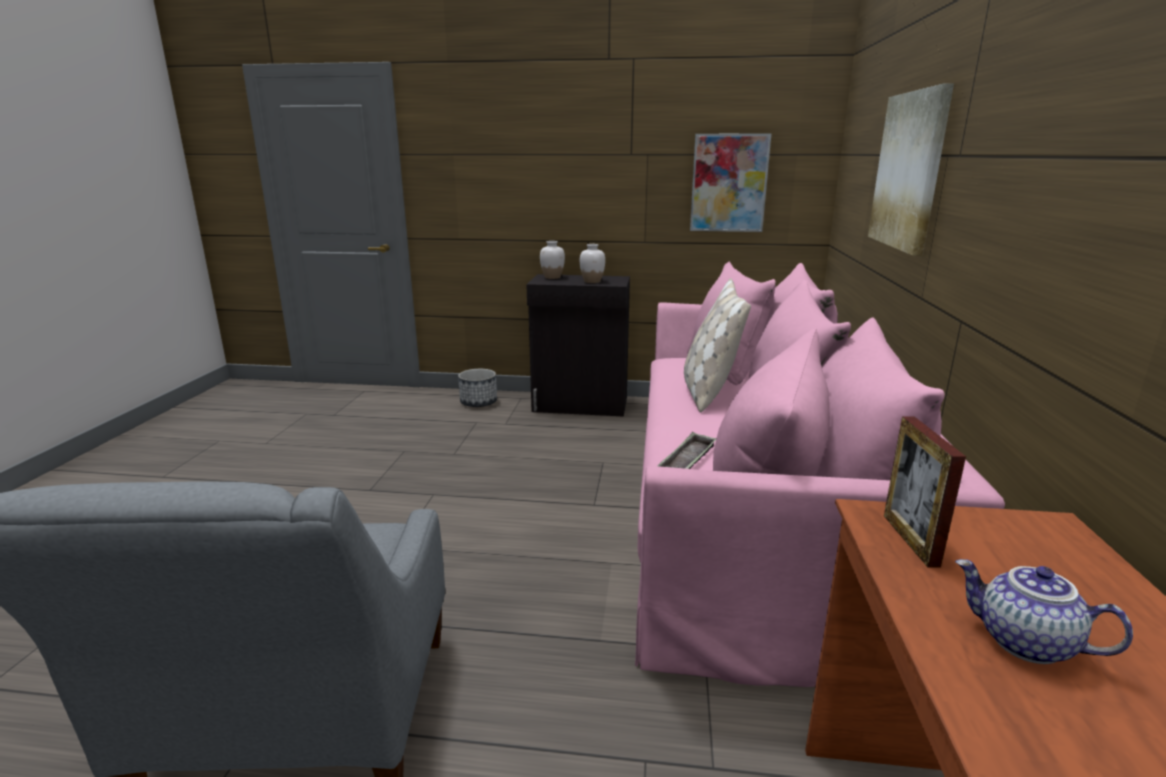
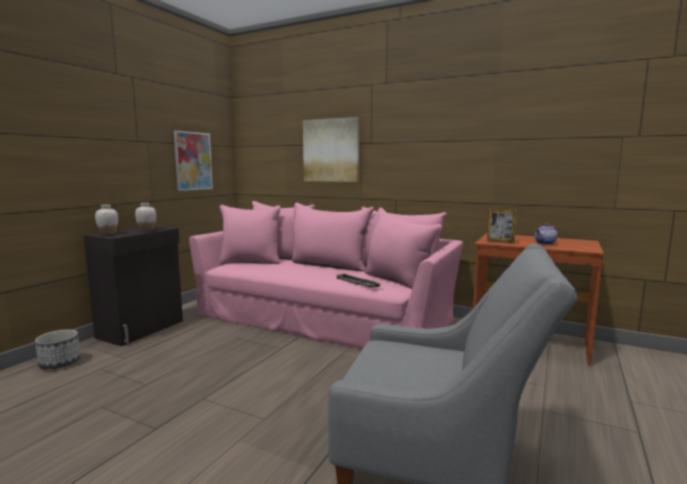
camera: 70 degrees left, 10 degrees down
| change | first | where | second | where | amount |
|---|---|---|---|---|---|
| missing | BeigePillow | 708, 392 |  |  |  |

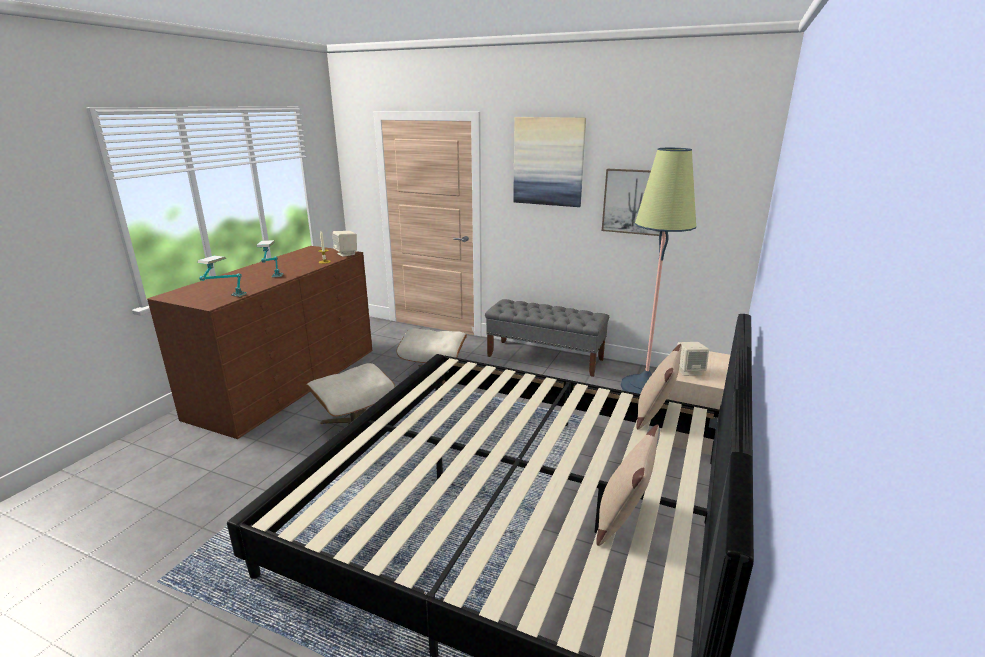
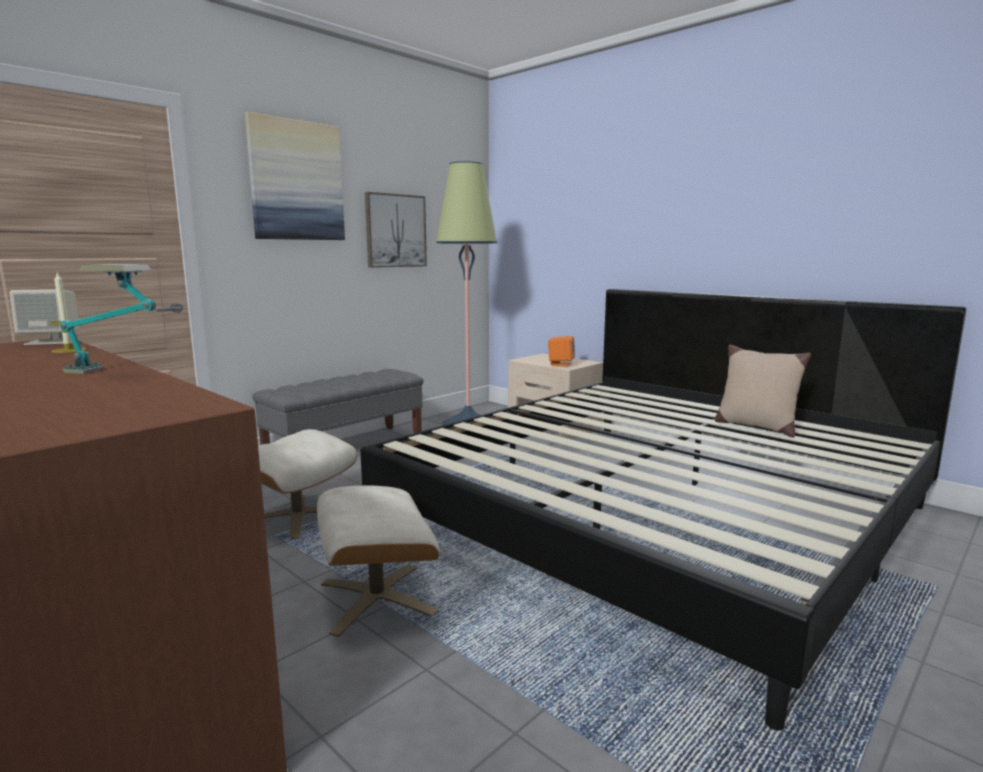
camera: 70 degrees left, 10 degrees down
| change | first | where | second | where | amount |
|---|---|---|---|---|---|
| missing | TableLamp | 226, 300 |  |  |  |
| colour | BeigeSpeaker | 689, 371 | OrangeSpeaker | 561, 364 |  |
| missing | BeigePillow | 654, 414 |  |  |  |

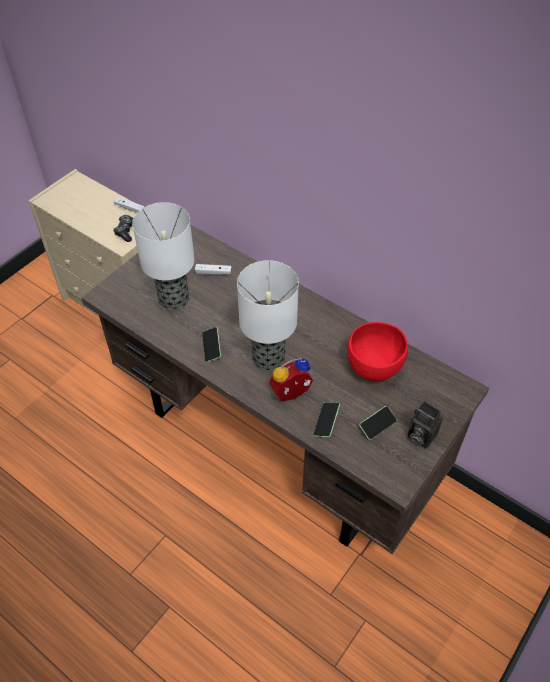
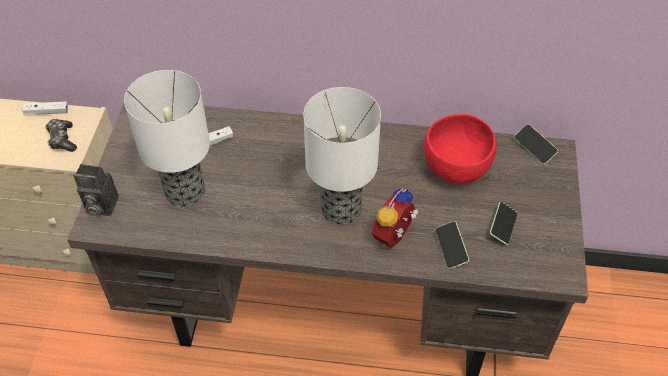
camera: 30 degrees left, 0 degrees up
| change | first | where | second | where | amount |
|---|---|---|---|---|---|
| relocated | Phone | 211, 347 |  | 534, 148 |  |
| relocated | PhotoCamera | 419, 436 |  | 100, 206 |  |

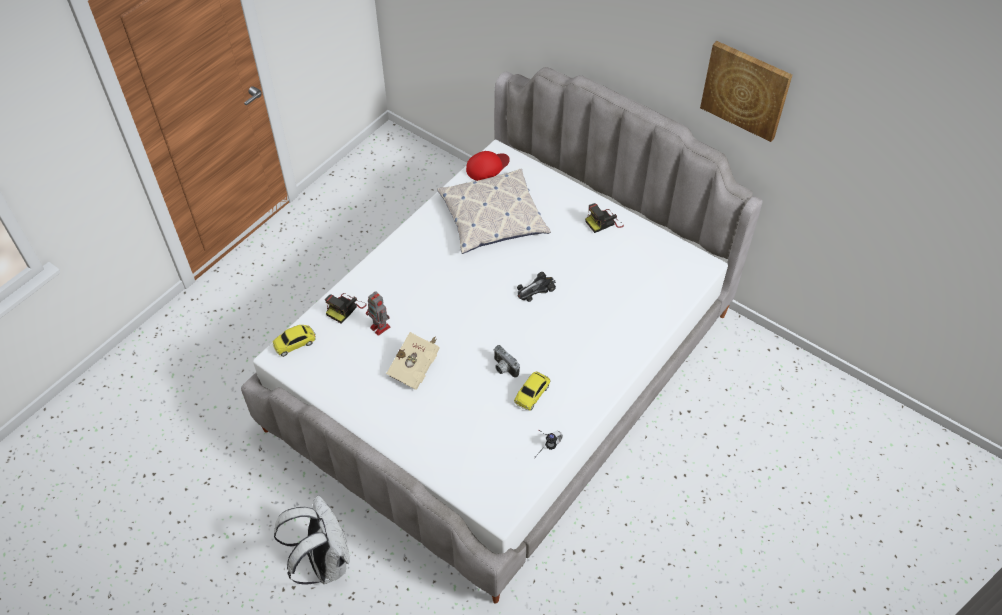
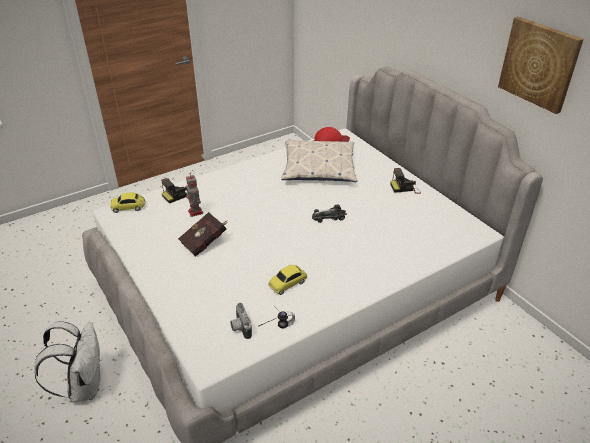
camera: 20 degrees right, 15 degrees down
| change | first | where | second | where | amount |
|---|---|---|---|---|---|
| colour | BeigeBook | 416, 367 | RedBook | 205, 242 |  |
| relocated | PhotoCamera | 503, 368 |  | 240, 328 |  |

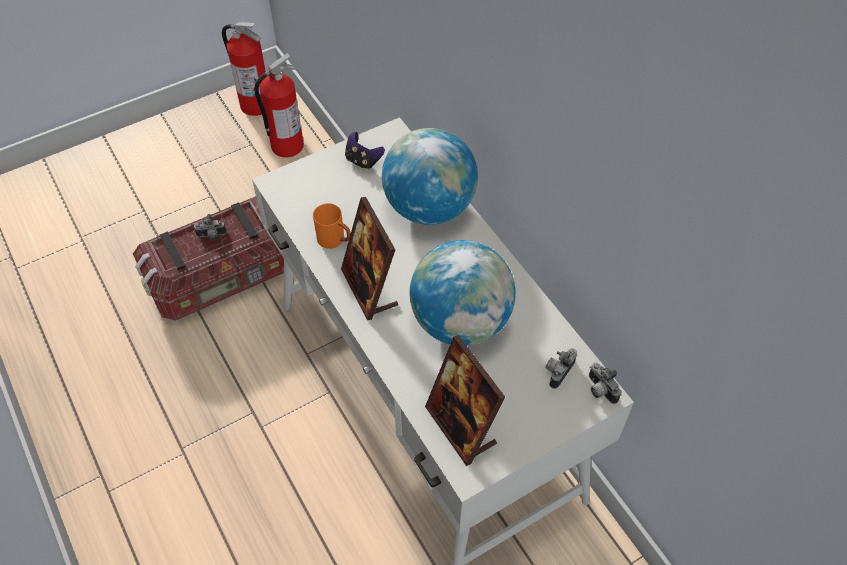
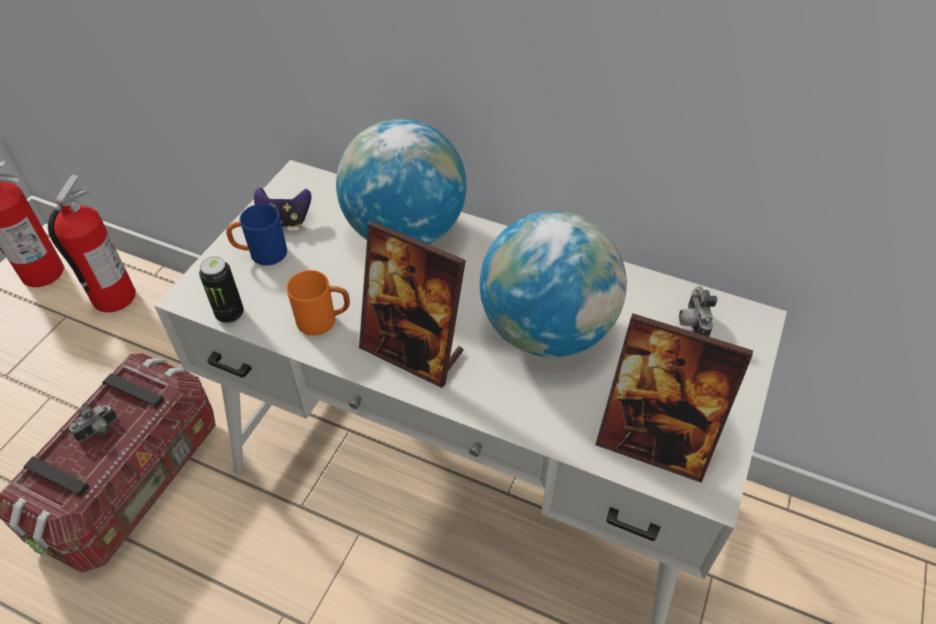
camera: 35 degrees left, 5 degrees down
| change | first | where | second | where | amount |
|---|---|---|---|---|---|
| missing | PhotoCamera | 599, 390 |  |  |  |
| appeared |  |  | BlueMug | 261, 254 |  |
| appeared |  |  | Can | 230, 314 |  |

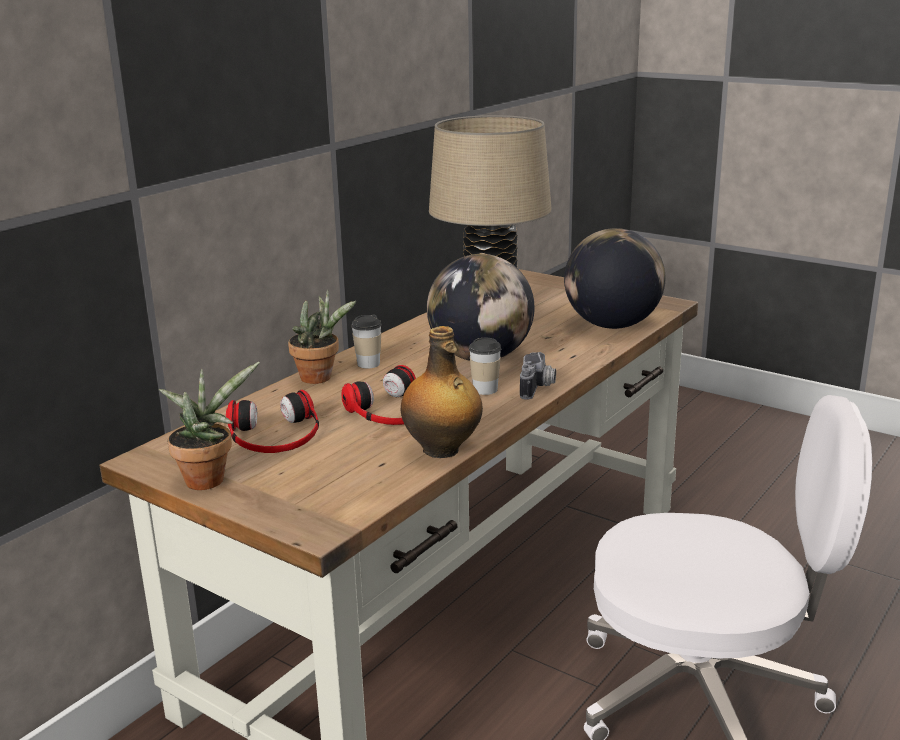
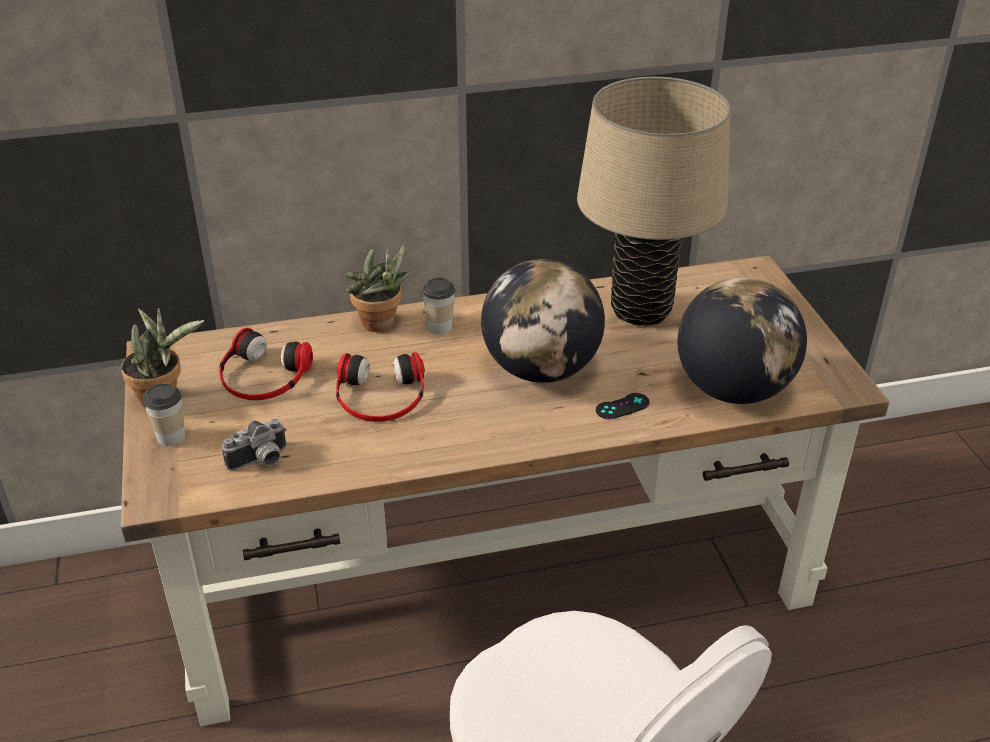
camera: 40 degrees right, 15 degrees up
| change | first | where | second | where | amount |
|---|---|---|---|---|---|
| missing | Bottle | 442, 450 |  |  |  |
| relocated | Cup | 485, 389 |  | 171, 437 |  |
| relocated | PhotoCamera | 538, 389 |  | 260, 461 |  |
| appeared |  |  | BlackGameController | 622, 406 |  |

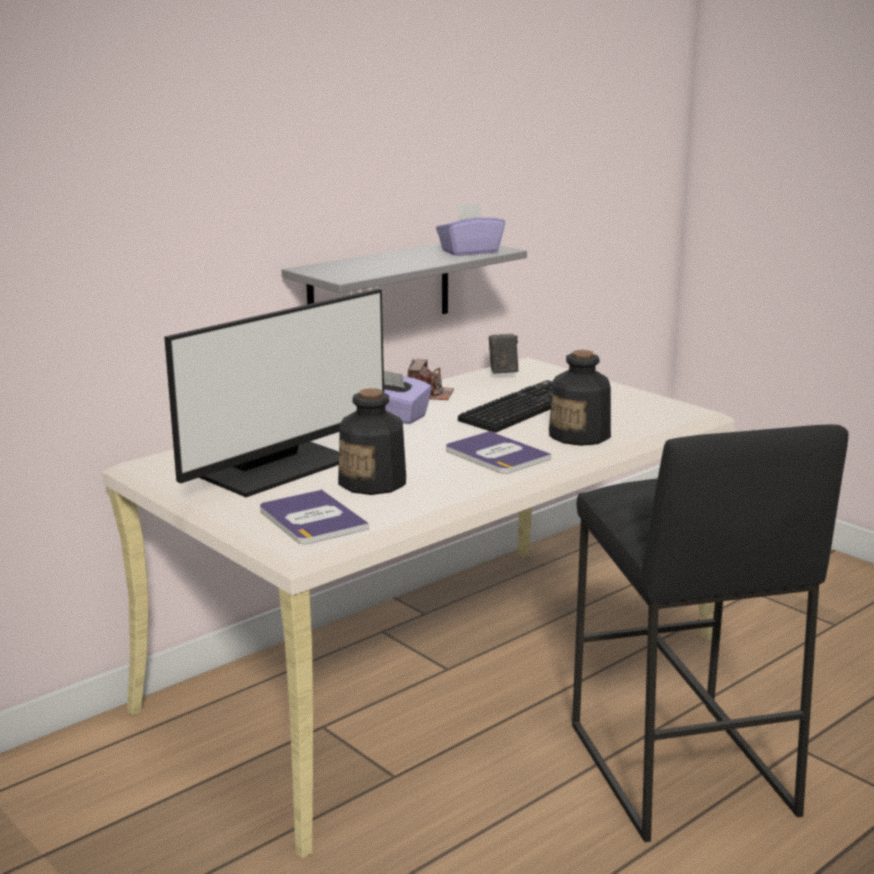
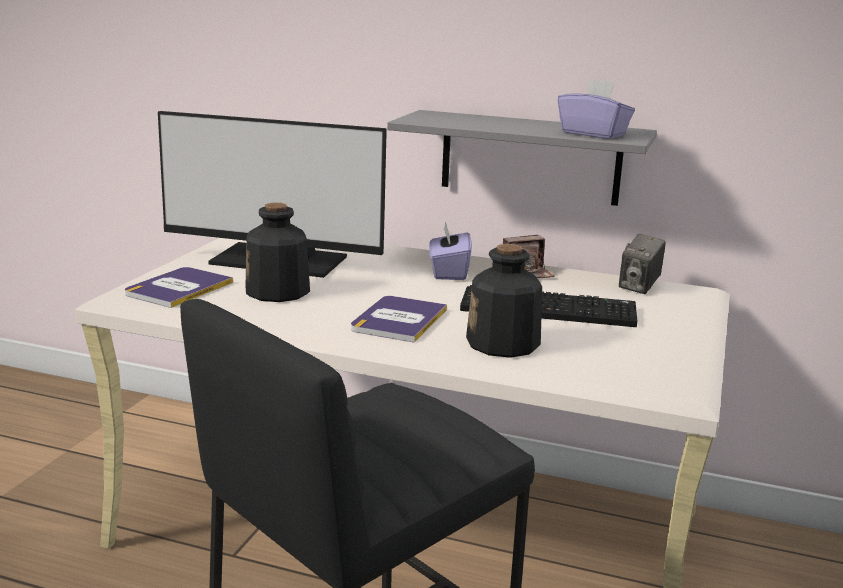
camera: 60 degrees right, 0 degrees up
| change | first | where | second | where | amount |
|---|---|---|---|---|---|
| spun | PhotoCamera | 502, 374 |  | 639, 287 | 150 degrees clockwise |

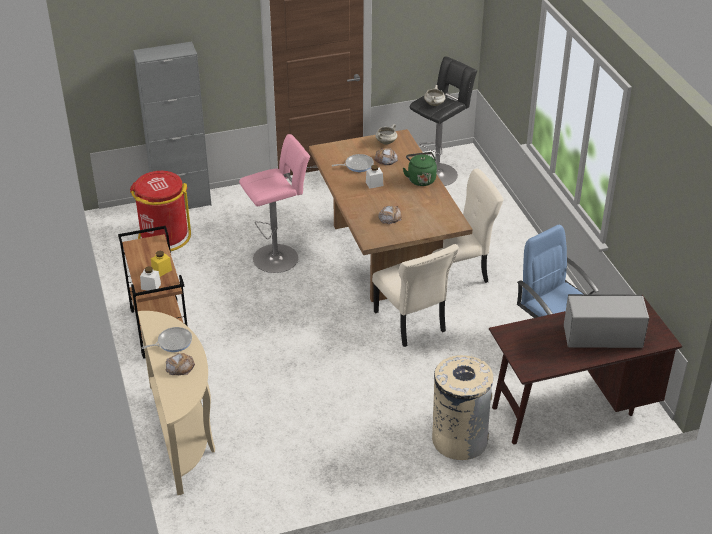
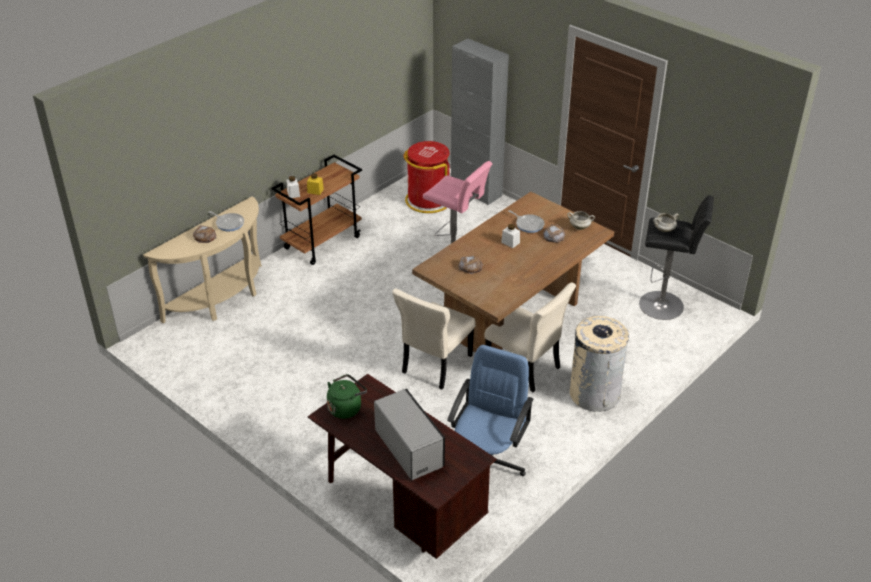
camera: 60 degrees right, 0 degrees up
| change | first | where | second | where | amount |
|---|---|---|---|---|---|
| relocated | GreenKettle | 420, 179 |  | 346, 408 |  |
| relocated | BeigeTrashCan | 459, 439 |  | 594, 393 |  |

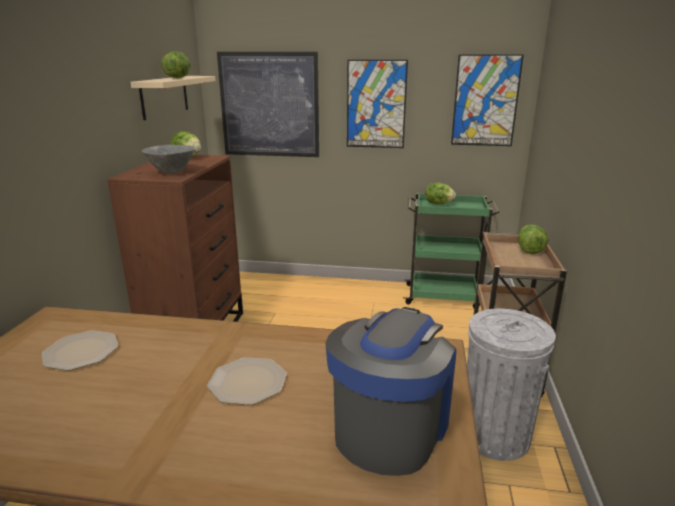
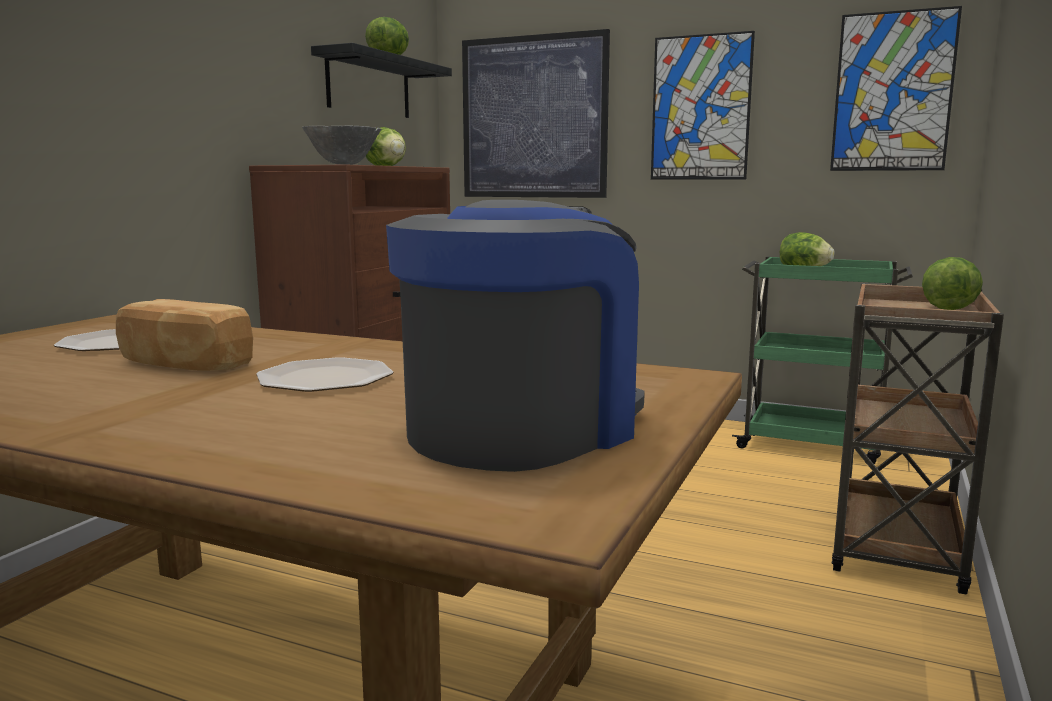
camera: 15 degrees right, 10 degrees down
| change | first | where | second | where | amount |
|---|---|---|---|---|---|
| colour | BeigeShelf | 164, 96 | BlackShelf | 369, 86 |  |
| missing | GreyTrashCan | 495, 435 |  |  |  |
| appeared |  |  | Bread | 184, 364 |  |

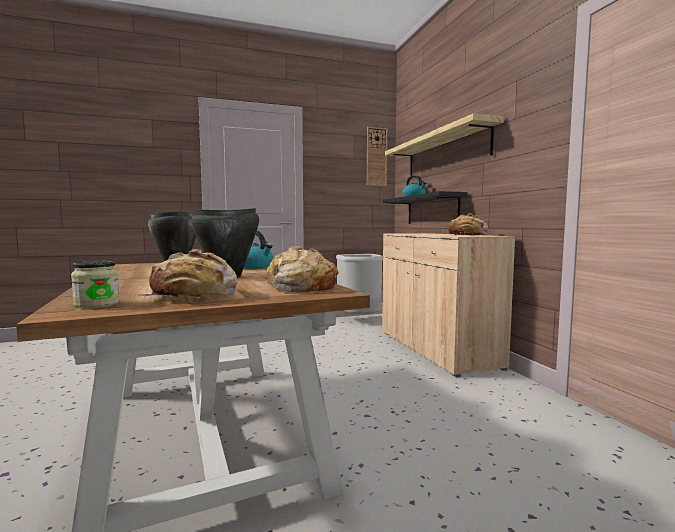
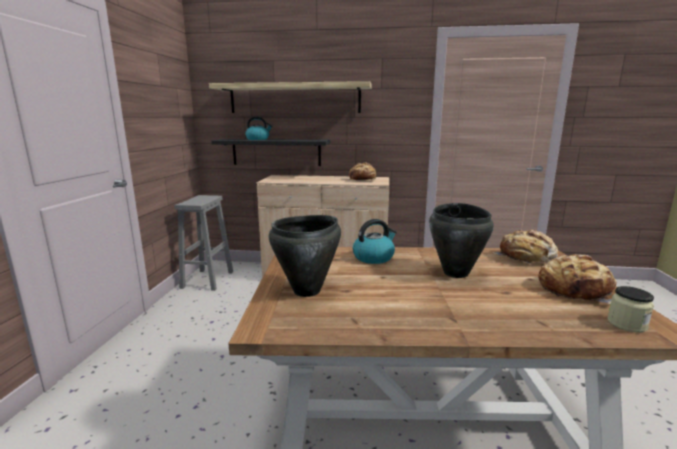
camera: 65 degrees left, 10 degrees up
| change | first | where | second | where | amount |
|---|---|---|---|---|---|
| missing | WallClock | 376, 157 |  |  |  |
| exchanged | GreyTrashCan | 360, 320 | GreyStool | 208, 279 |  |

